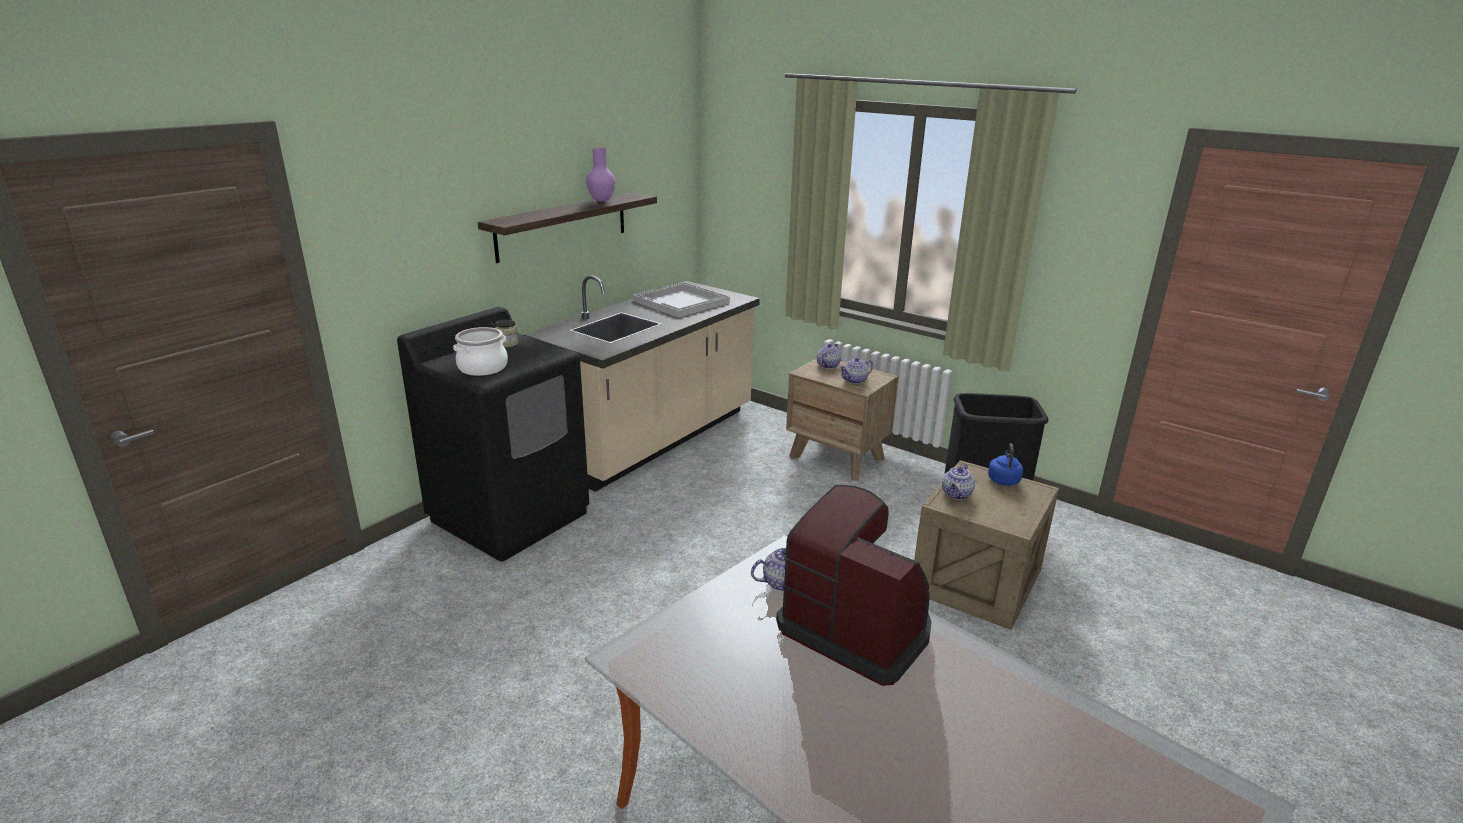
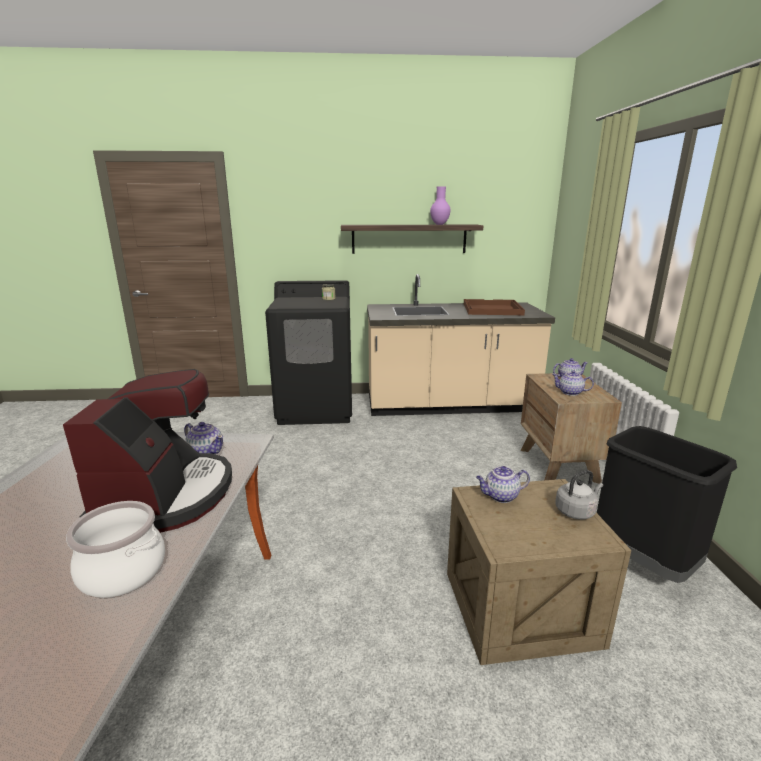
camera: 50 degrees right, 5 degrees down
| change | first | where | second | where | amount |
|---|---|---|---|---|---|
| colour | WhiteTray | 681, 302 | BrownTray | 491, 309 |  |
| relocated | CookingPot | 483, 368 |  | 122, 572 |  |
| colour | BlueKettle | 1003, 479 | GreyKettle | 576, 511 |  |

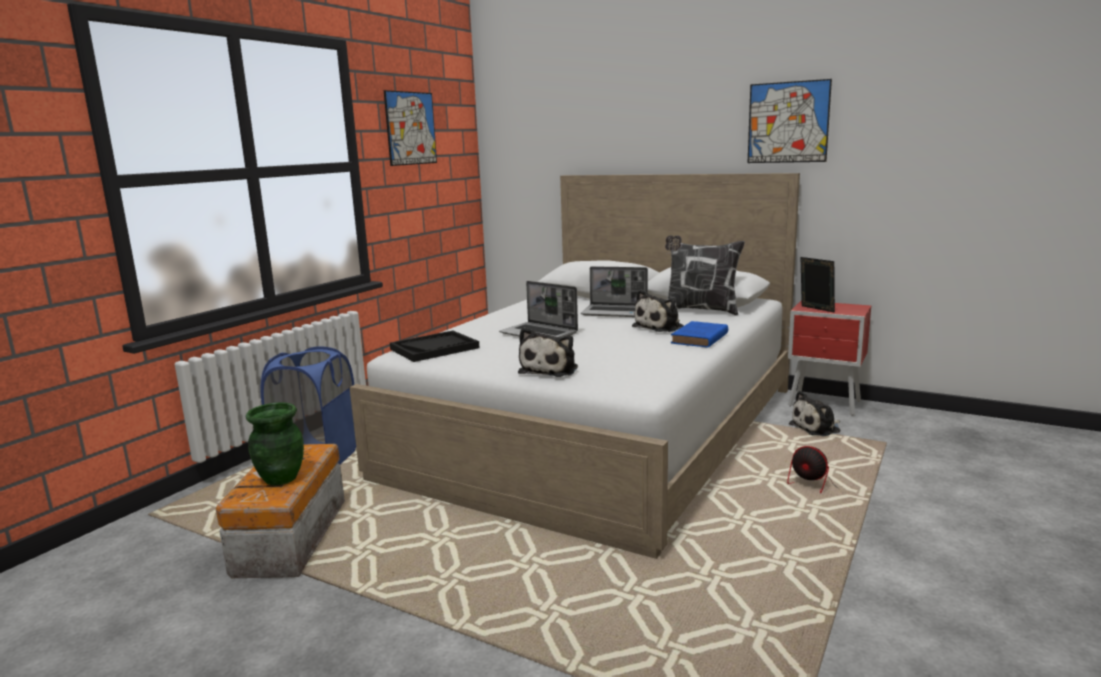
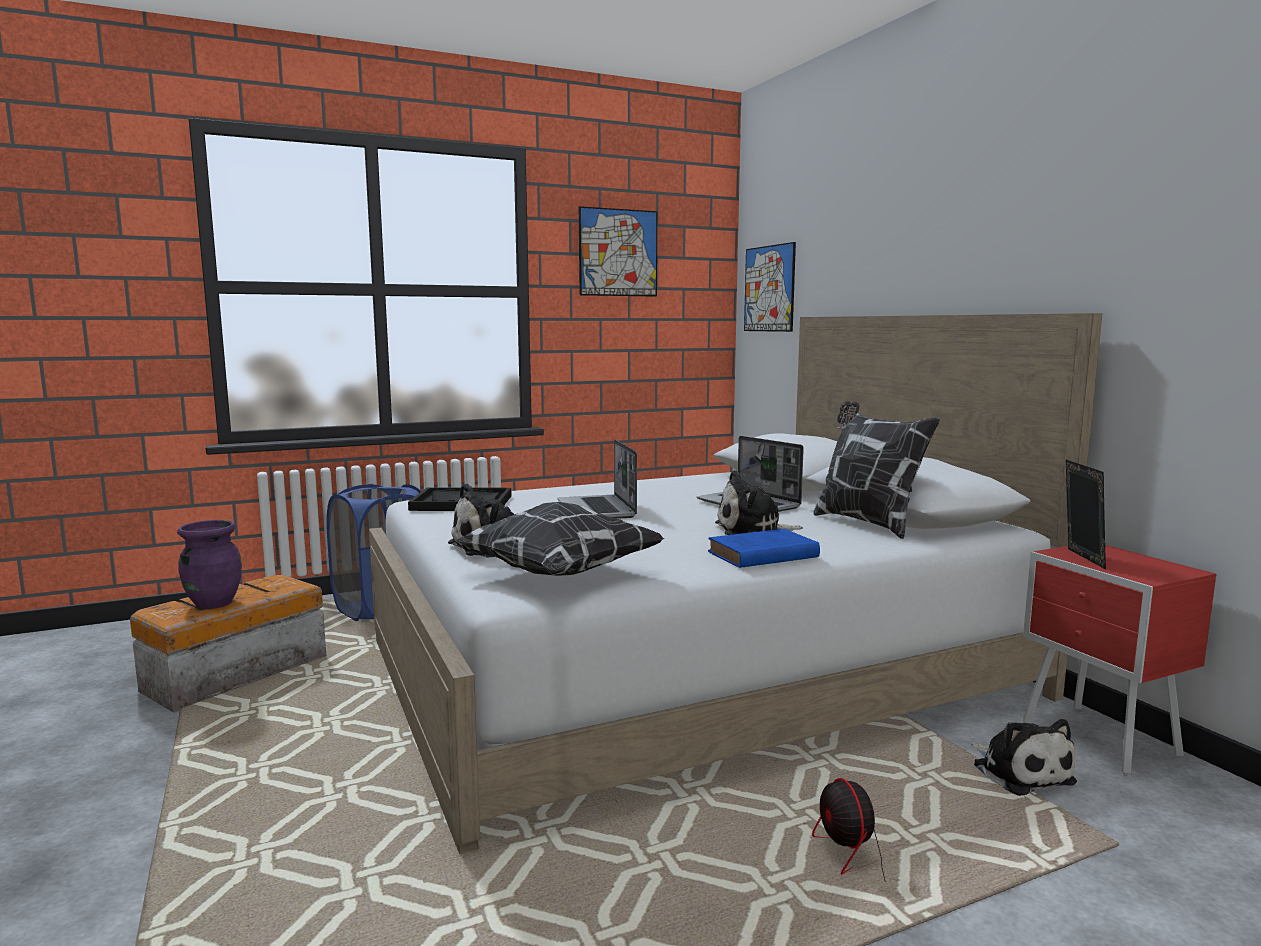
camera: 35 degrees right, 5 degrees down
| change | first | where | second | where | amount |
|---|---|---|---|---|---|
| relocated | Picture | 788, 122 |  | 769, 288 |  |
| spun | PlushToy | 817, 428 |  | 1019, 772 | 120 degrees counterclockwise |
| colour | GreenVase | 280, 478 | PurpleVase | 214, 603 |  |
| appeared |  |  | Pillow | 560, 573 |  |

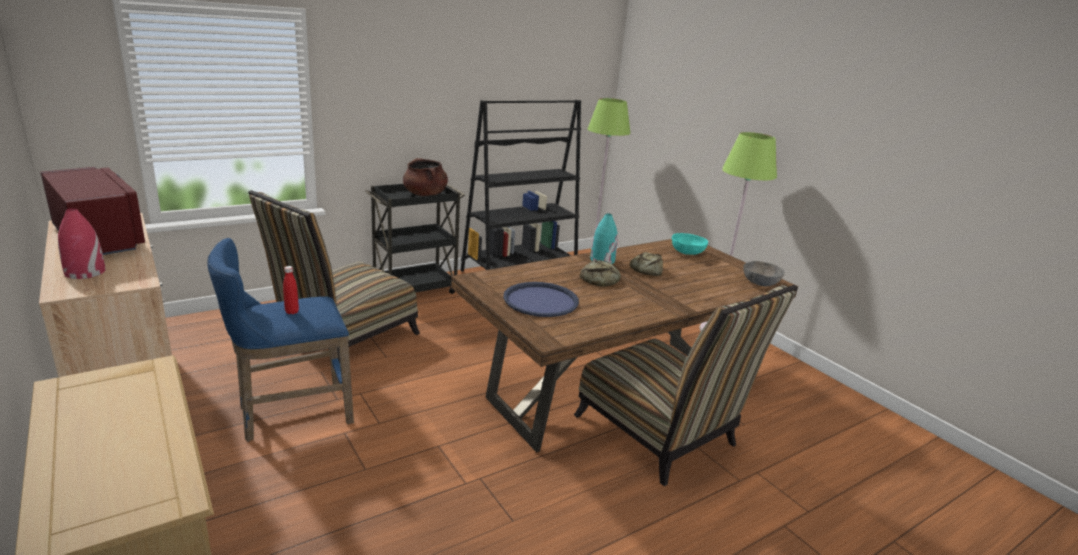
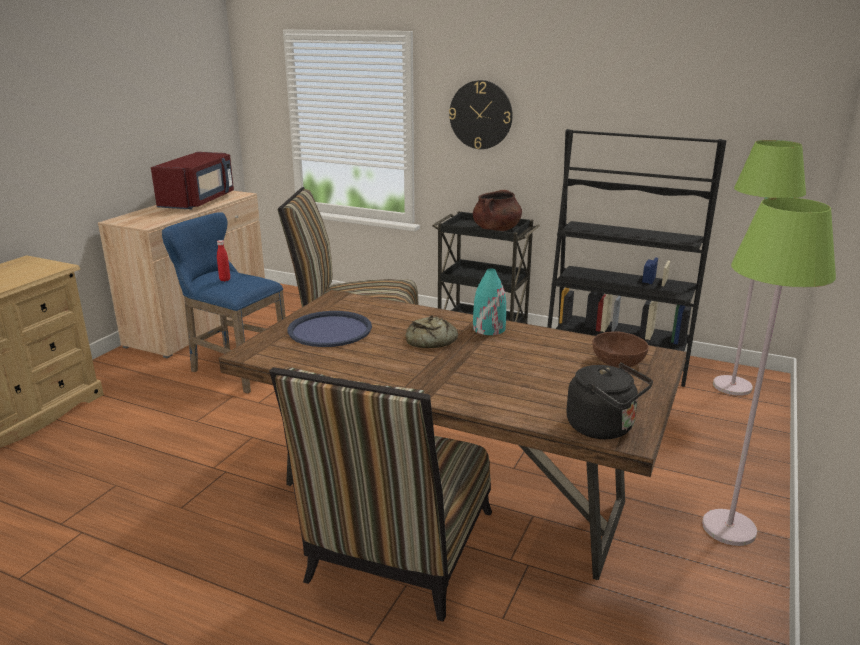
camera: 60 degrees right, 0 degrees up
| change | first | where | second | where | amount |
|---|---|---|---|---|---|
| missing | RedVase | 84, 272 |  |  |  |
| colour | TurquoiseBowl | 687, 252 | BrownBowl | 617, 363 |  |
| missing | Bread | 646, 269 |  |  |  |
| exchanged | GreyBowl | 760, 283 | BlackKettle | 604, 428 |  |
| appeared |  |  | WallClock | 481, 115 |  |

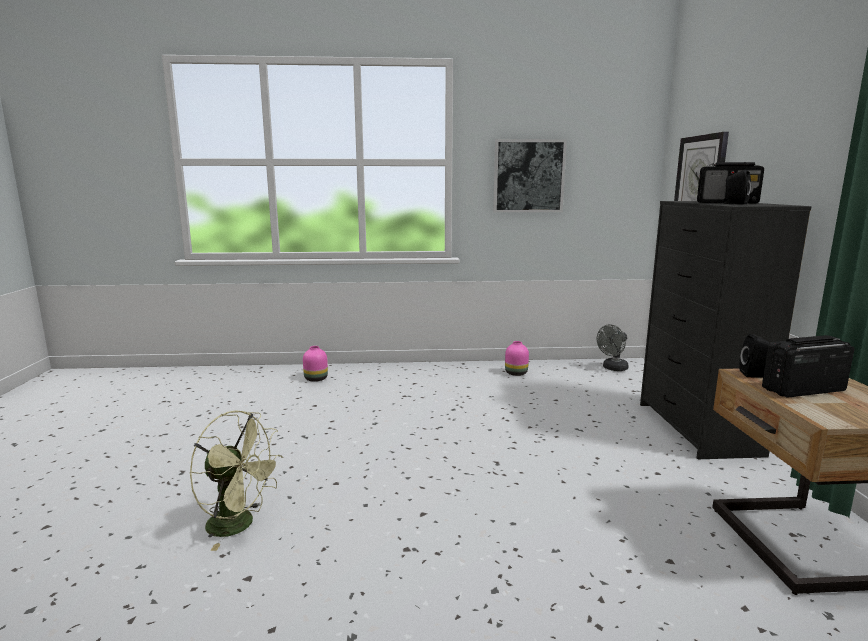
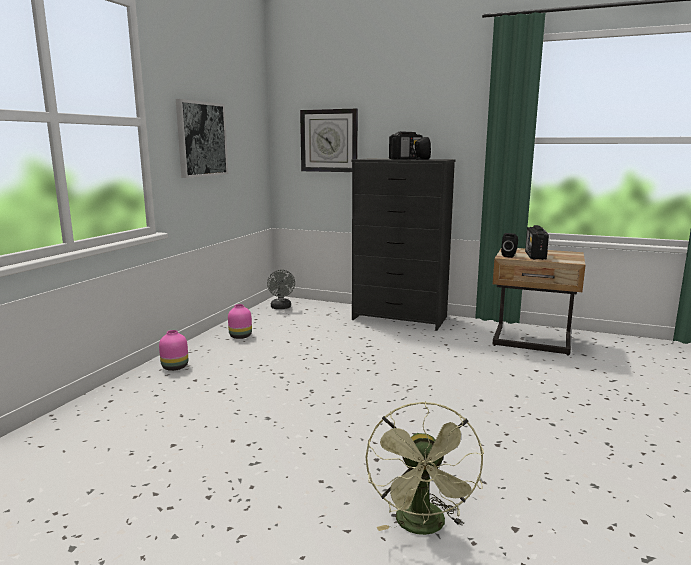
camera: 65 degrees left, 0 degrees up
| change | first | where | second | where | amount |
|---|---|---|---|---|---|
| relocated | PinkVase | 316, 379 |  | 174, 367 |  |
| spun | GreenFan | 240, 525 |  | 423, 527 | 135 degrees clockwise |

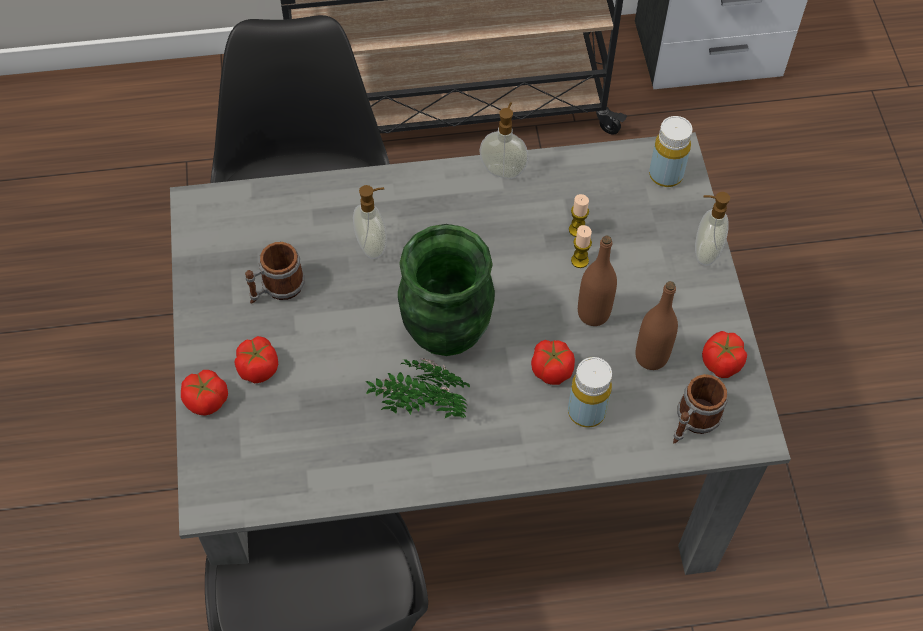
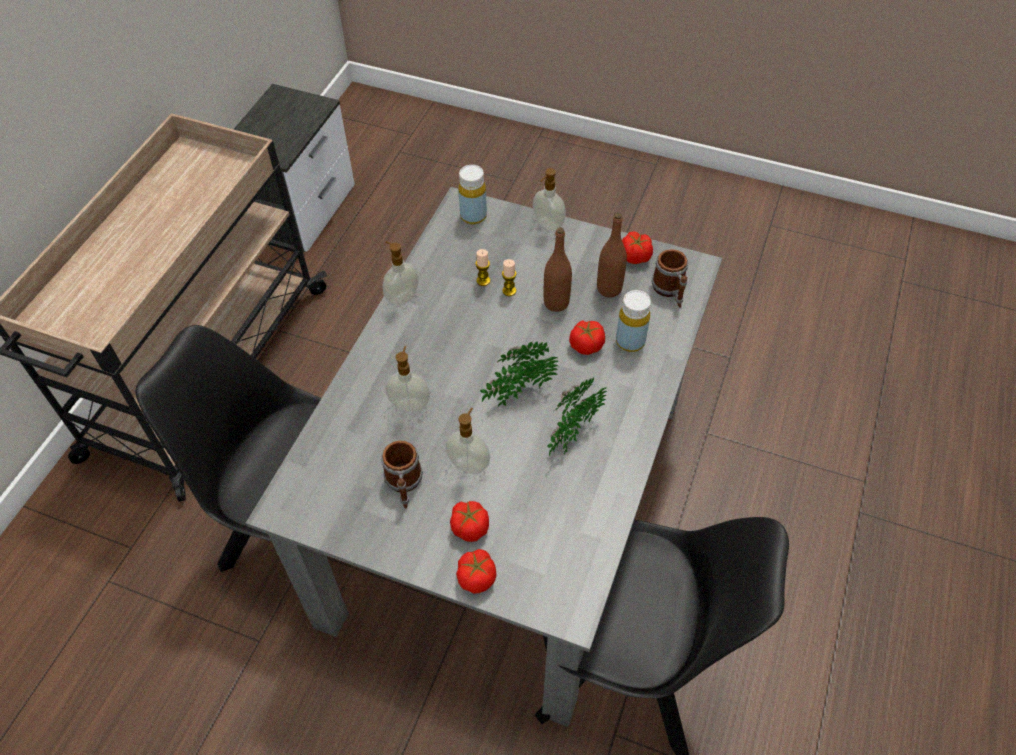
camera: 60 degrees left, 5 degrees down
| change | first | where | second | where | amount |
|---|---|---|---|---|---|
| exchanged | GreenVase | 445, 333 | PottedPlant | 517, 393 |  |
| appeared |  |  | SoapDispenser | 469, 464 |  |

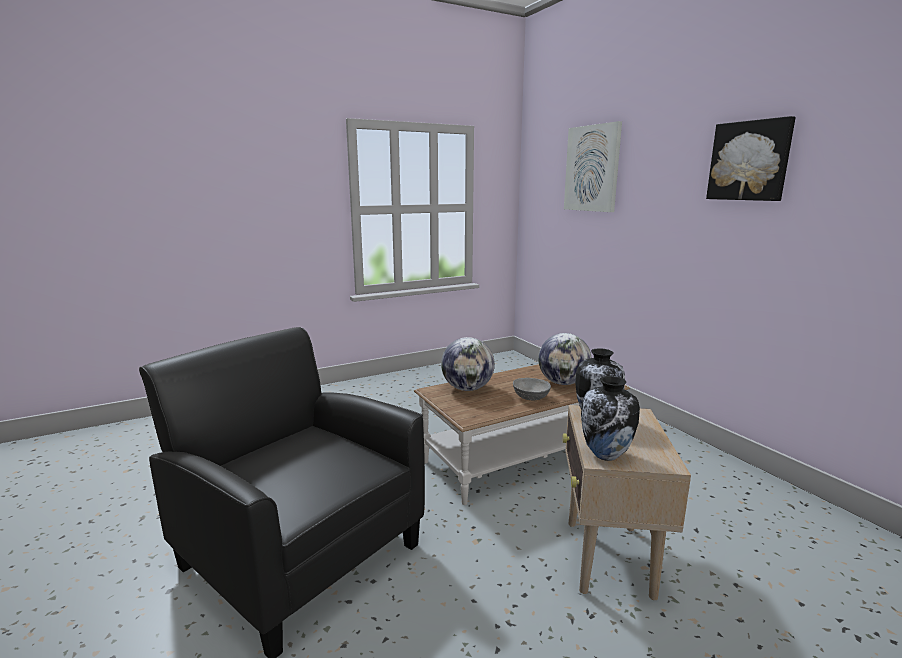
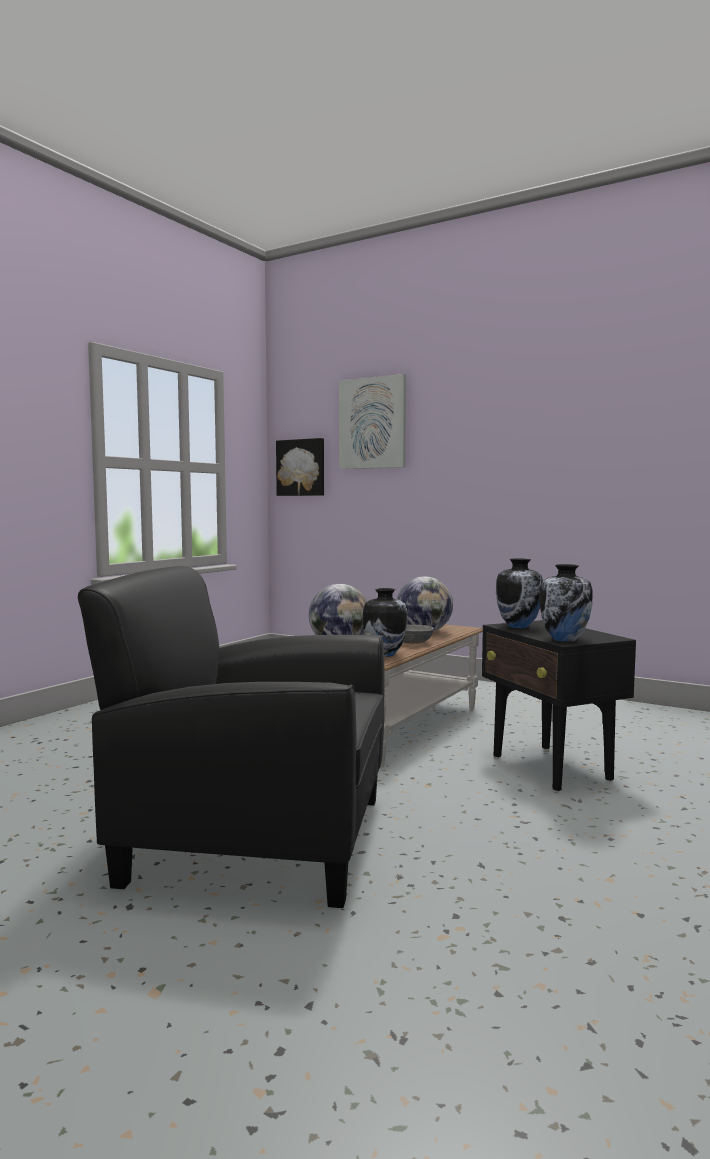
camera: 30 degrees left, 10 degrees down
| change | first | where | second | where | amount |
|---|---|---|---|---|---|
| relocated | Picture | 749, 161 |  | 301, 467 |  |
| colour | BeigeSideTable | 608, 559 | BlackSideTable | 551, 768 |  |
| appeared |  |  | Vase | 384, 654 |  |

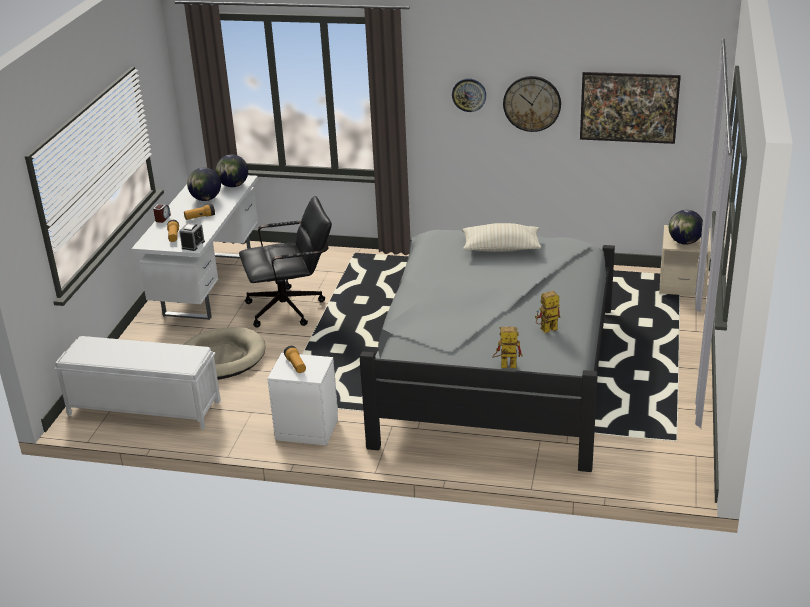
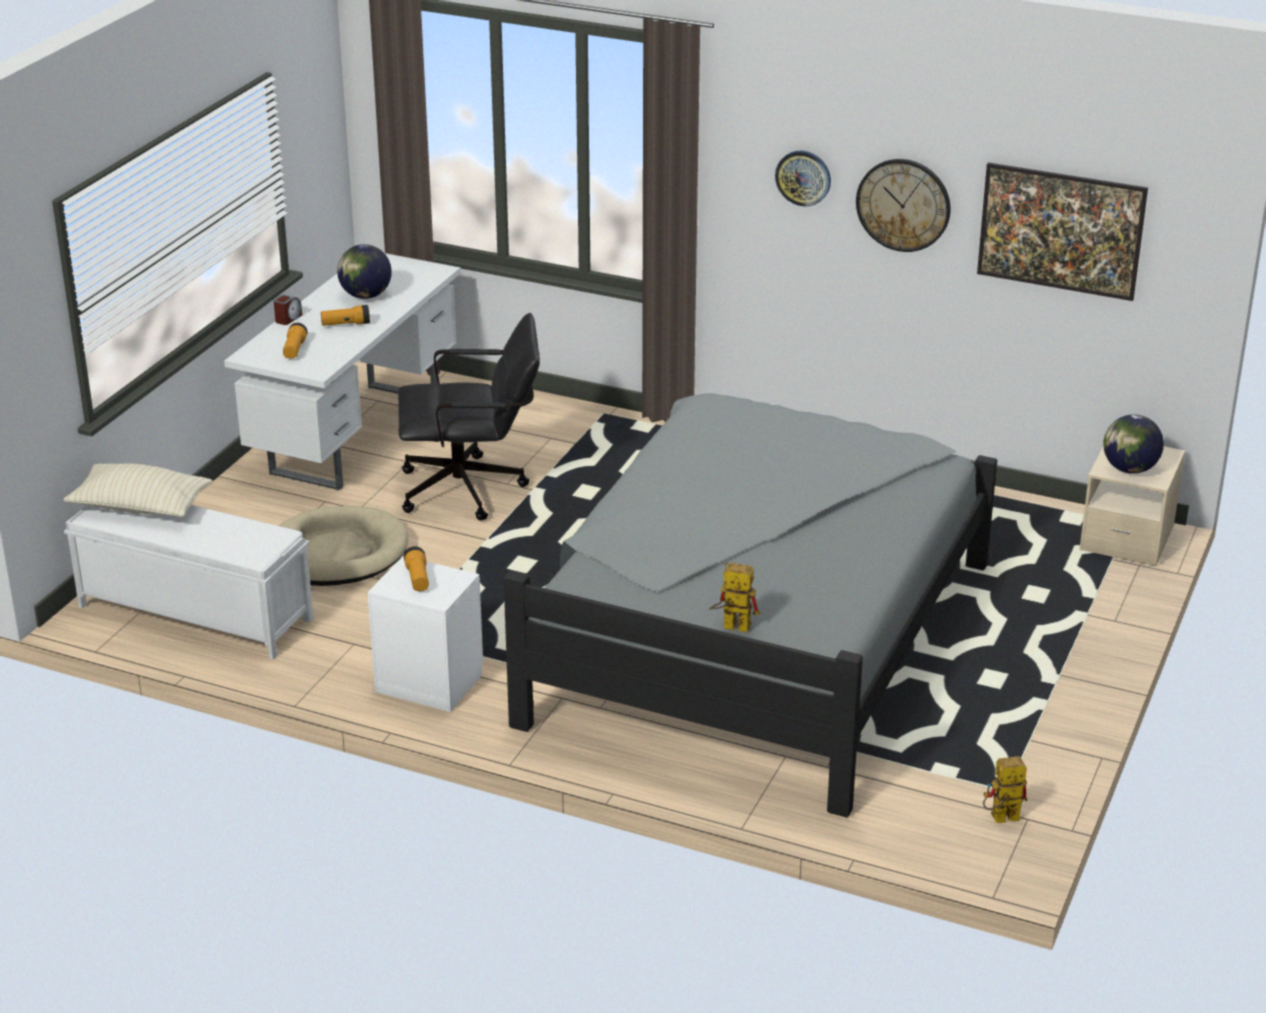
camera: 10 degrees right, 0 degrees up
| change | first | where | second | where | amount |
|---|---|---|---|---|---|
| missing | Globe | 233, 185 |  |  |  |
| missing | AlarmClock | 193, 244 |  |  |  |
| relocated | BeigePillow | 501, 248 |  | 140, 507 |  |
| relocated | ToyRobot | 546, 330 |  | 1000, 819 |  |

